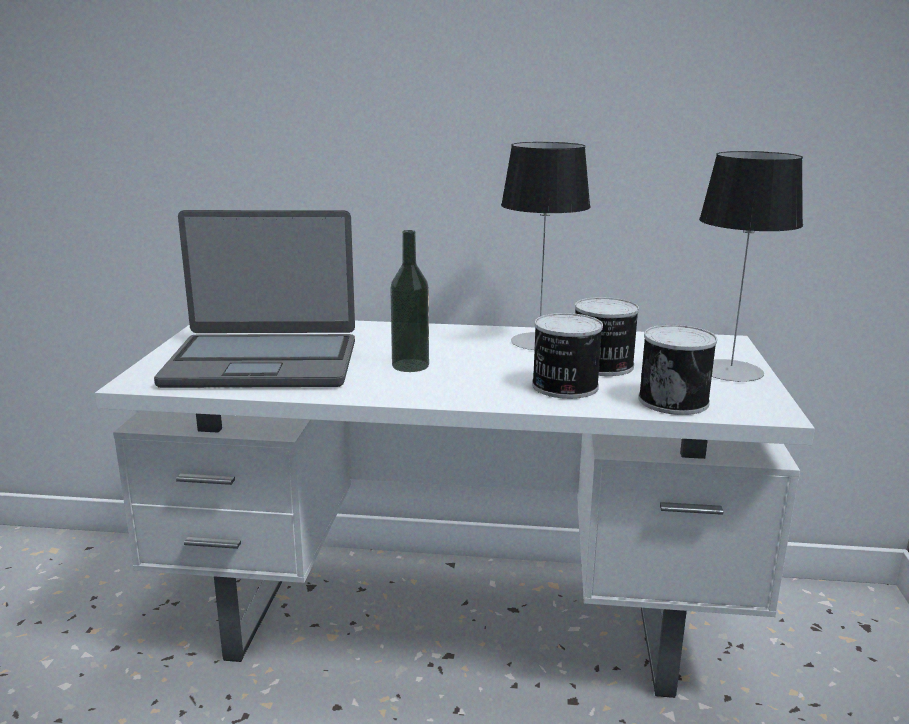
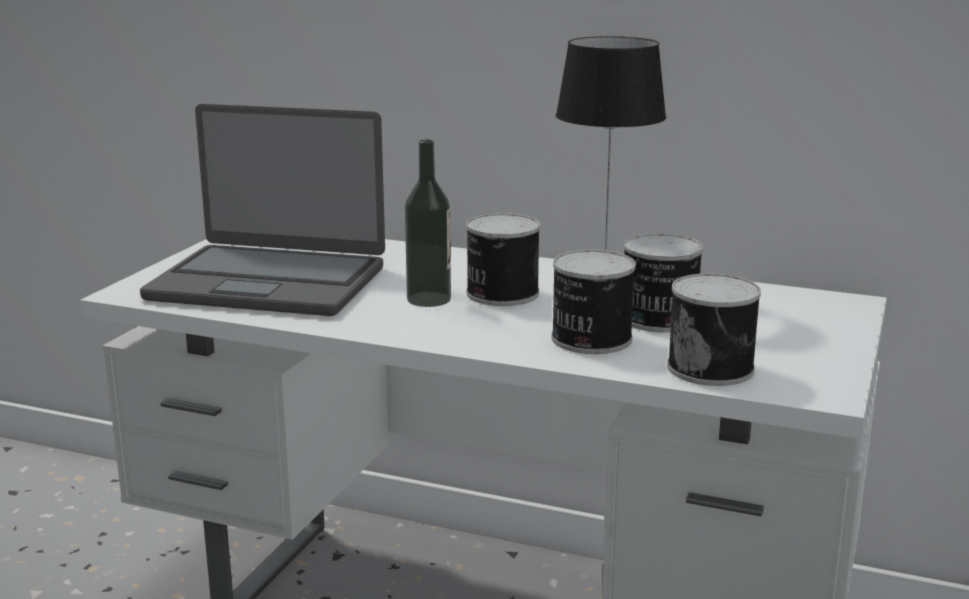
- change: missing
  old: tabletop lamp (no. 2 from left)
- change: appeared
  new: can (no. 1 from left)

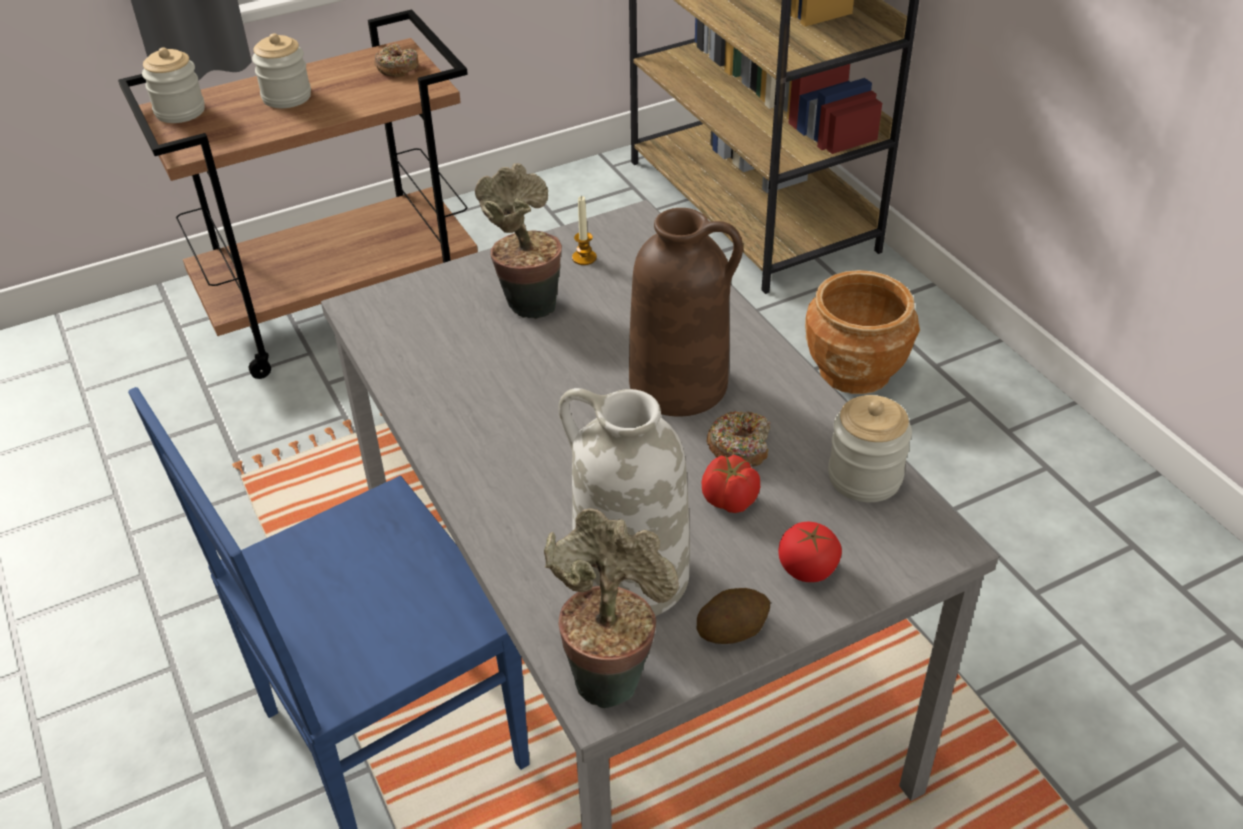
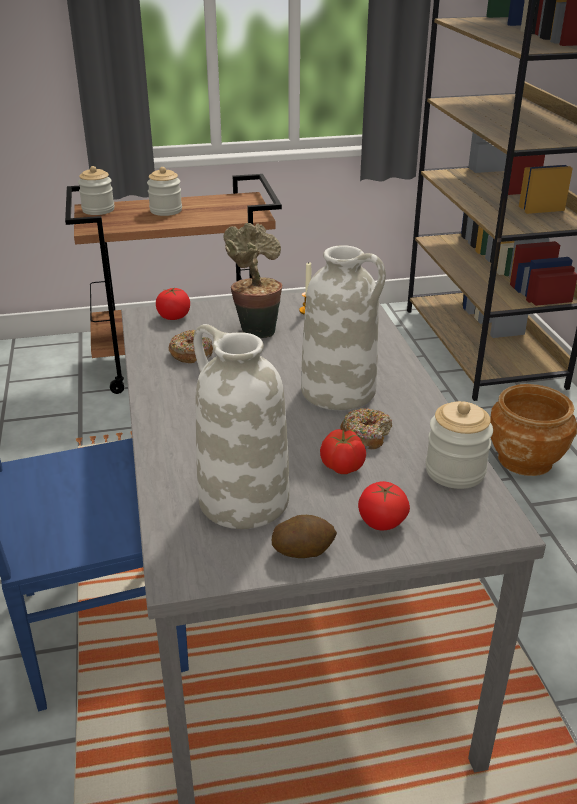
- change: missing
  old: potted plant (no. 2 from left)
- change: appeared
  new: fresh tomato (no. 1 from left)
- change: relocated
  old: ring doughnut (no. 1 from left)
- change: colour
  old: brownish decorative vase
  new: white-coloured decorative vase (no. 2 from left)

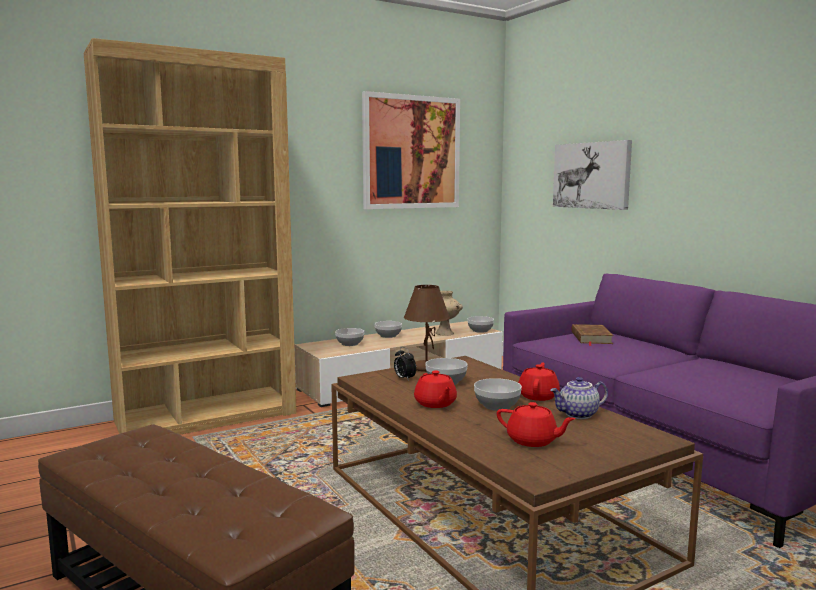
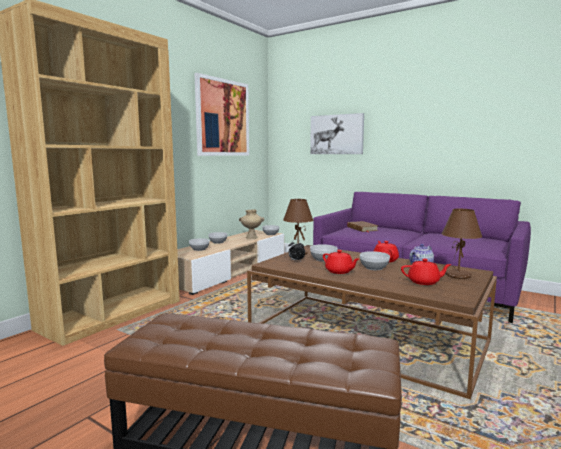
- change: appeared
  new: brownish tabletop lamp (no. 2 from left)

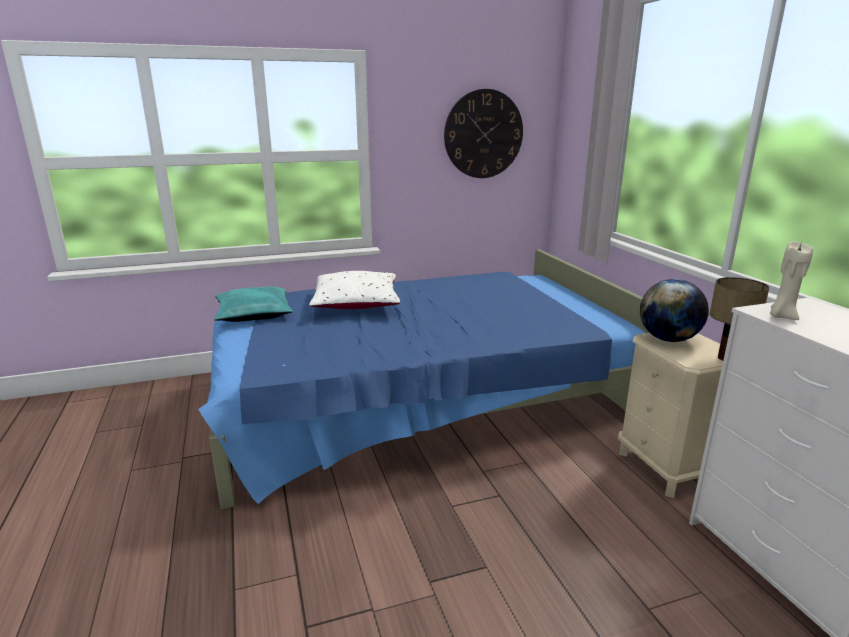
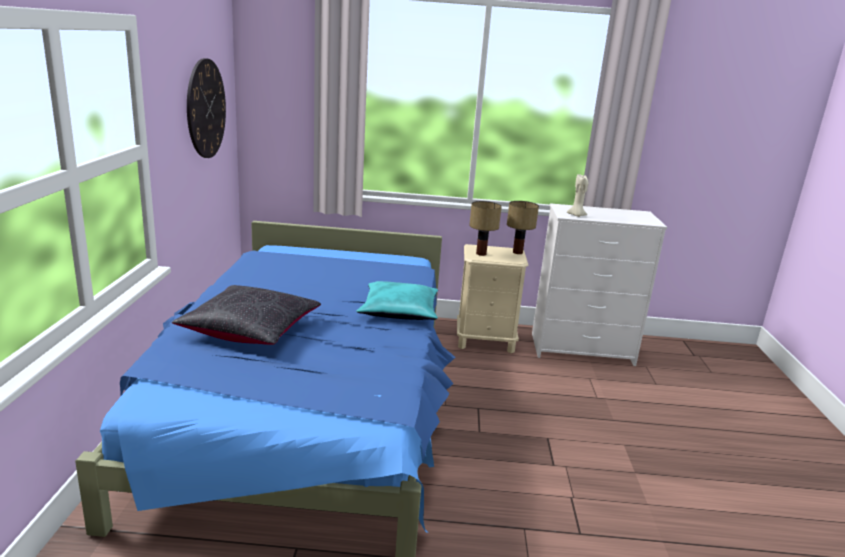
- change: relocated
  old: turquoise-coloured pillow
- change: exchanged
  old: desk globe
  new: tabletop lamp (no. 1 from left)
- change: colour
  old: white-coloured pillow
  new: black-coloured pillow

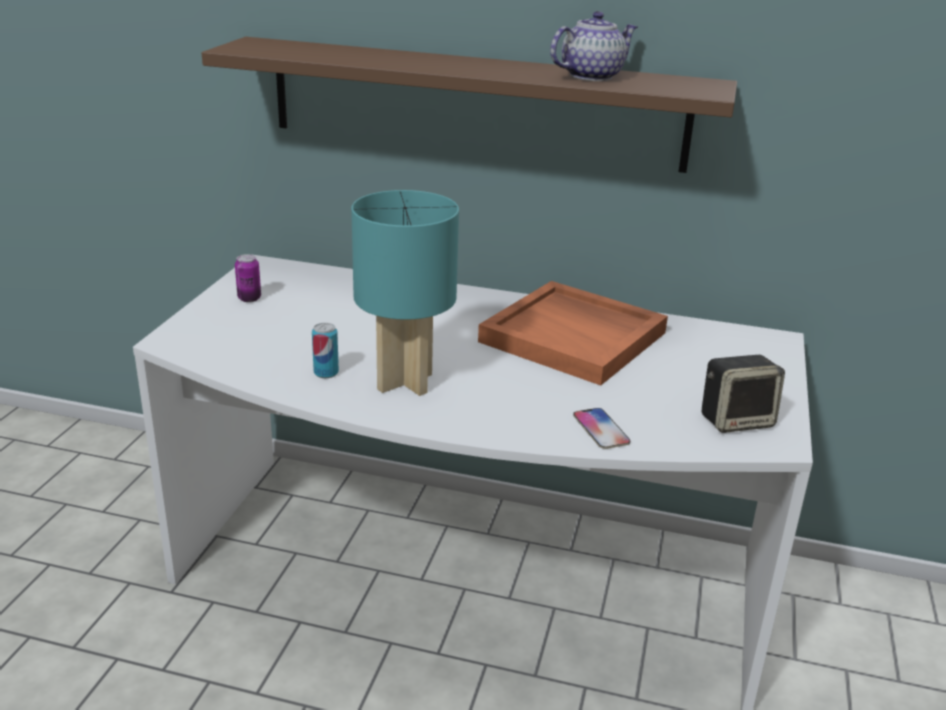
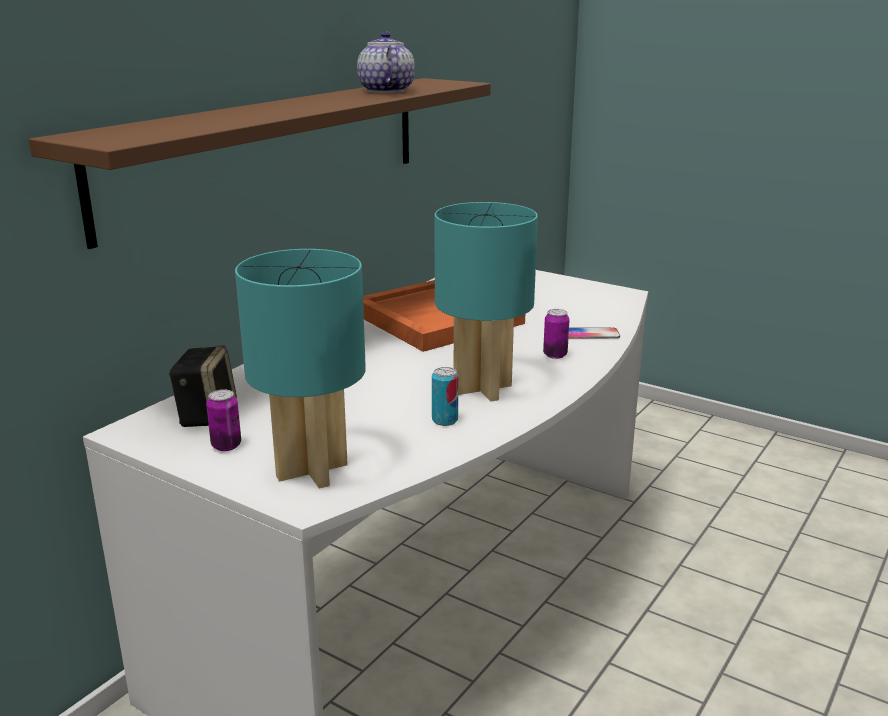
- change: appeared
  new: turquoise-coloured tabletop lamp (no. 1 from left)
- change: appeared
  new: can (no. 3 from left)
- change: relocated
  old: loudspeaker

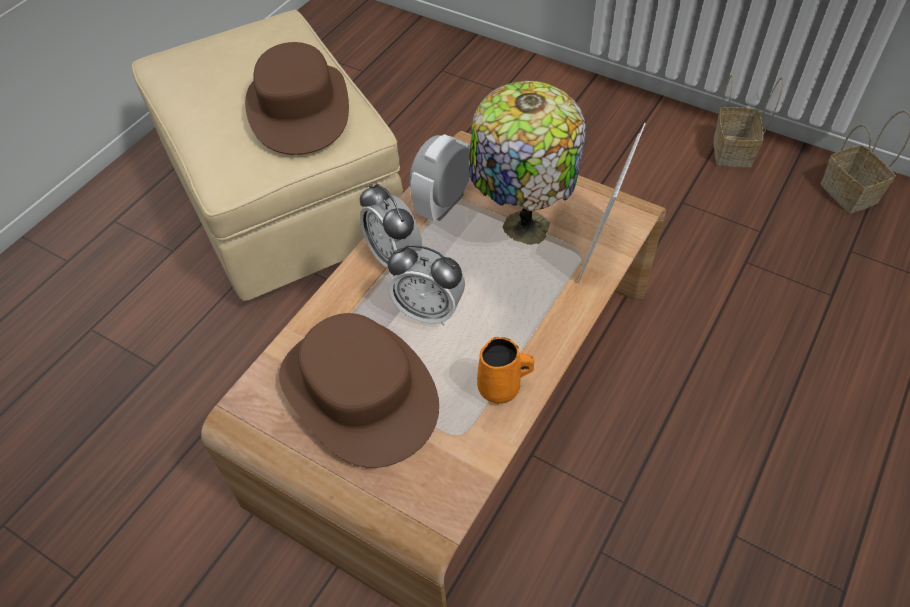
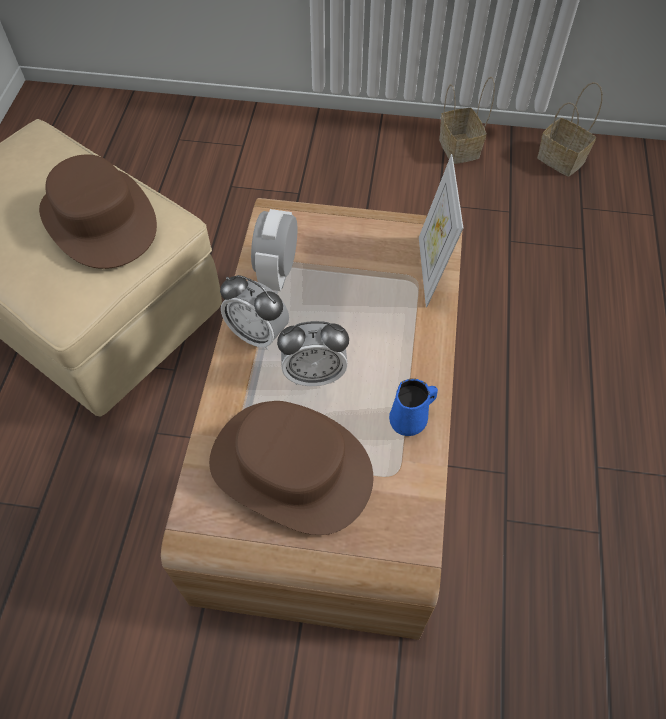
- change: missing
  old: tabletop lamp
- change: colour
  old: orangey coffee mug
  new: blue-coloured coffee mug

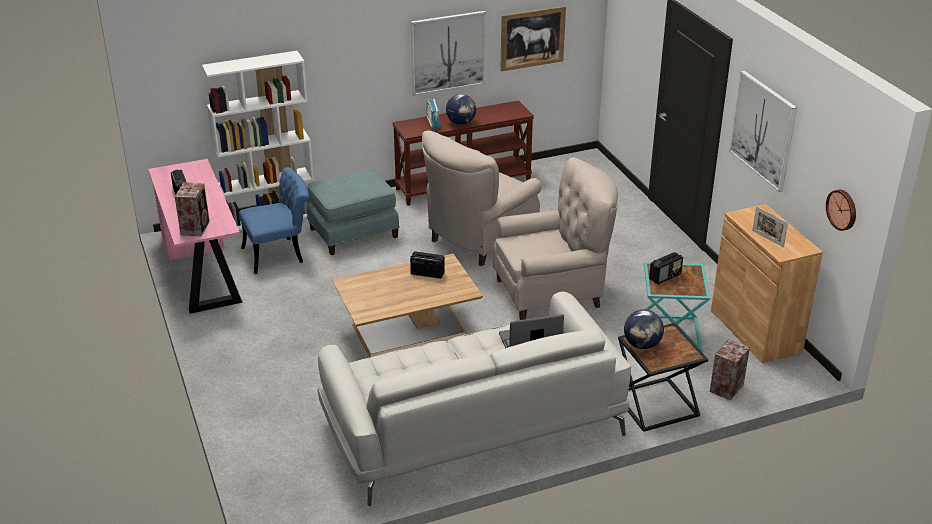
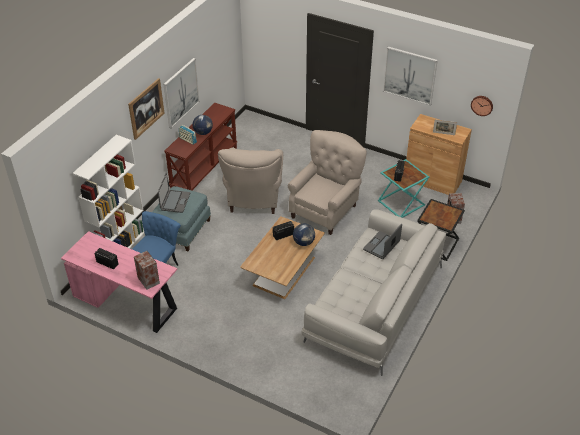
- change: appeared
  new: portable computer (no. 1 from left)
- change: relocated
  old: wall picture (no. 2 from left in the first image)
  new: wall picture (no. 1 from left)
- change: relocated
  old: desk globe (no. 2 from left)

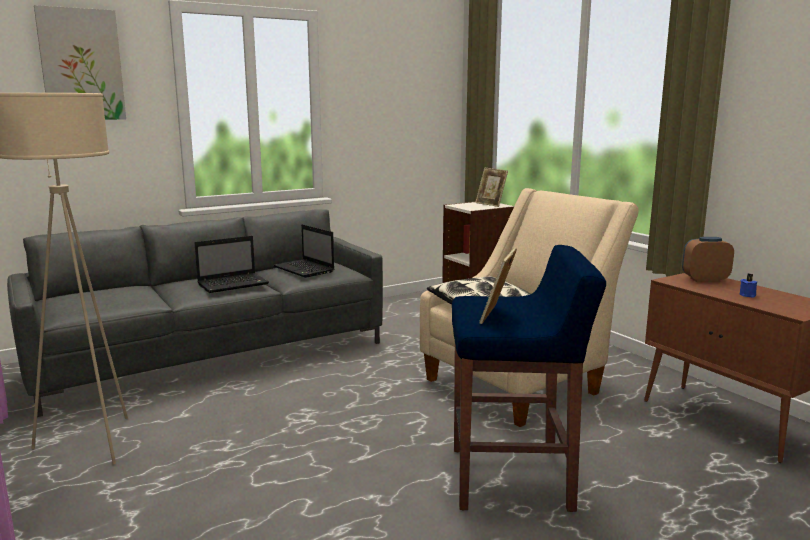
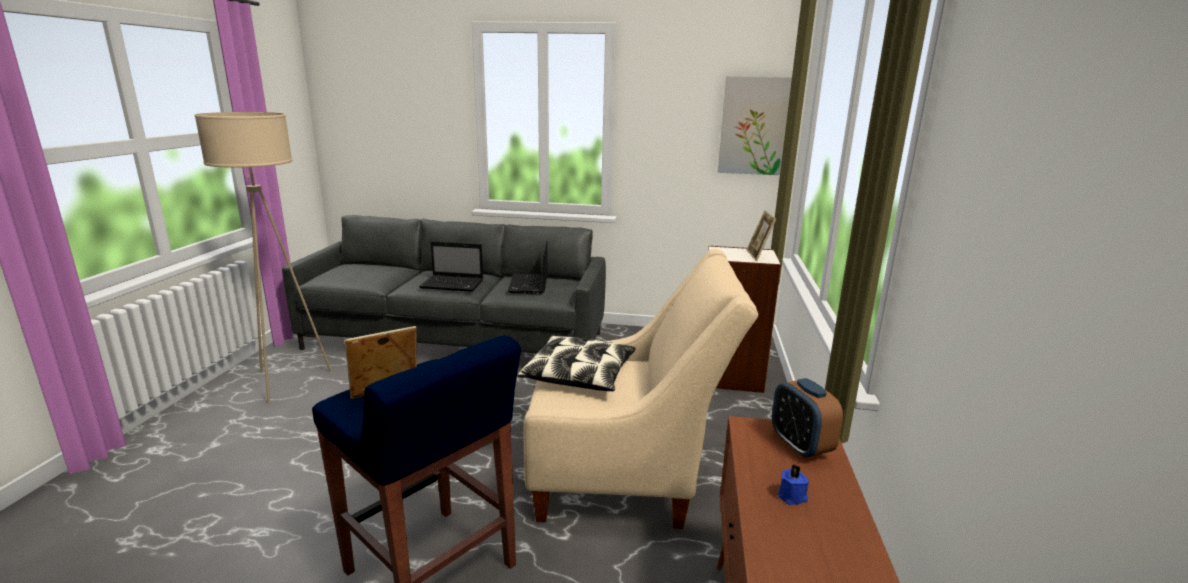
- change: relocated
  old: wall picture
- change: spun
  old: alarm clock
  degrees: -150

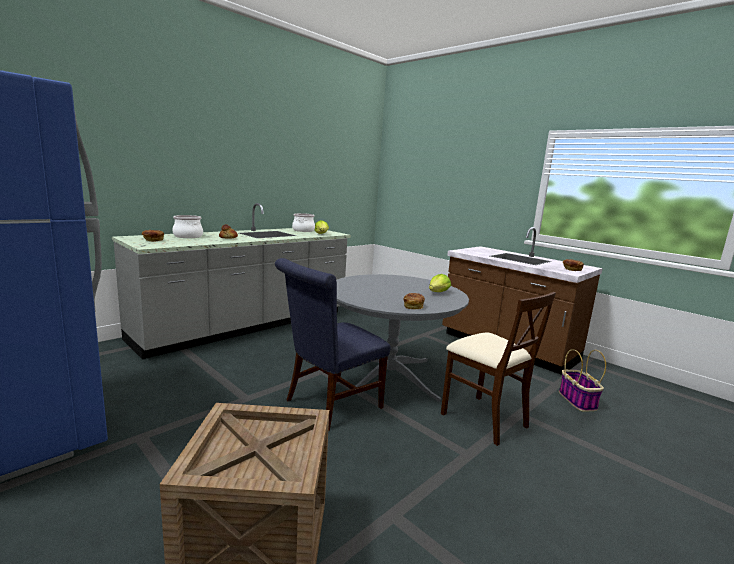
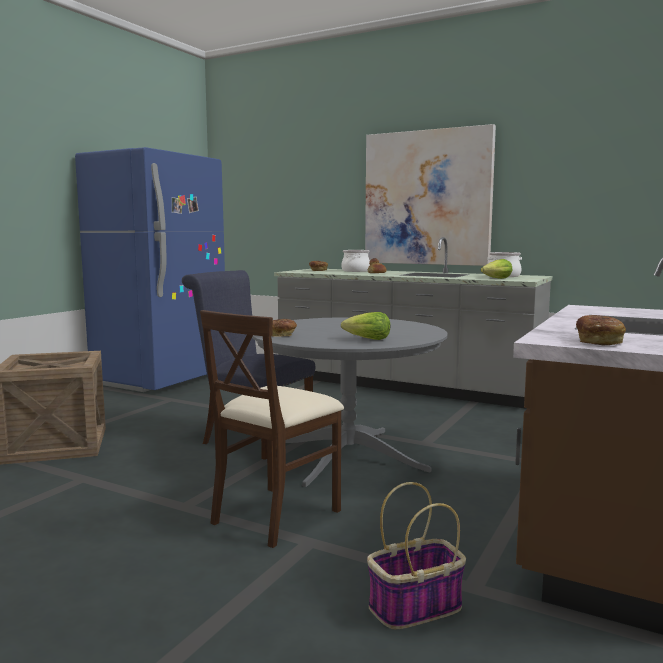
- change: appeared
  new: wall picture

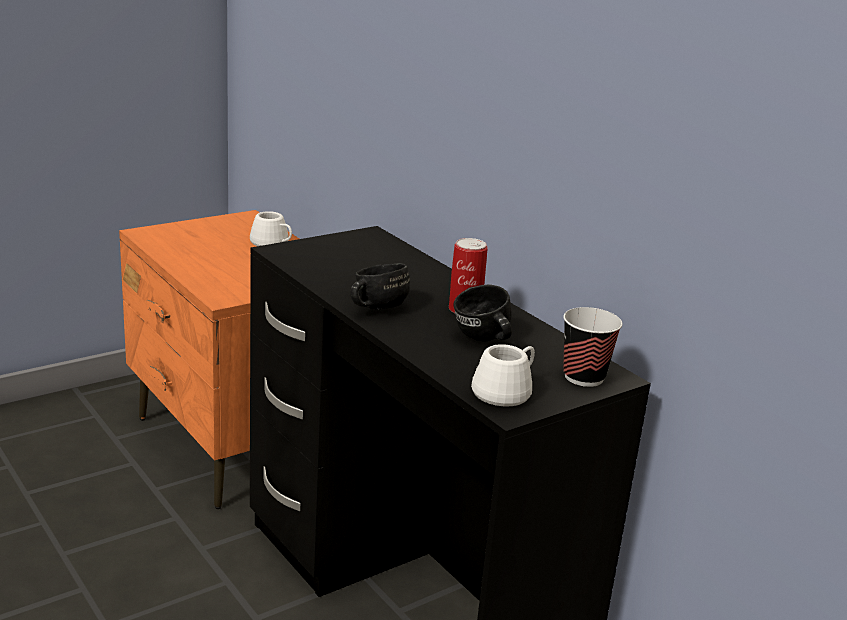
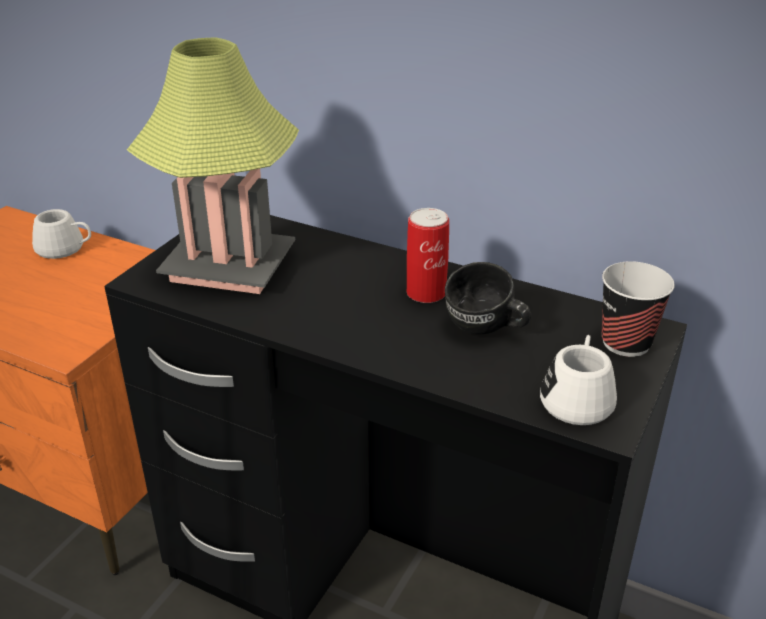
- change: missing
  old: black-coloured coffee mug (no. 1 from left)
- change: appeared
  new: tabletop lamp

